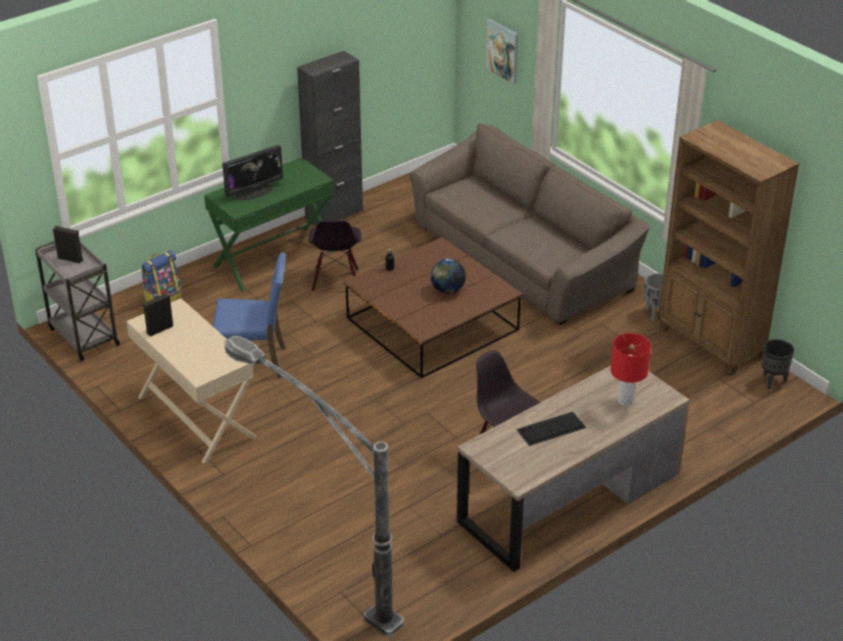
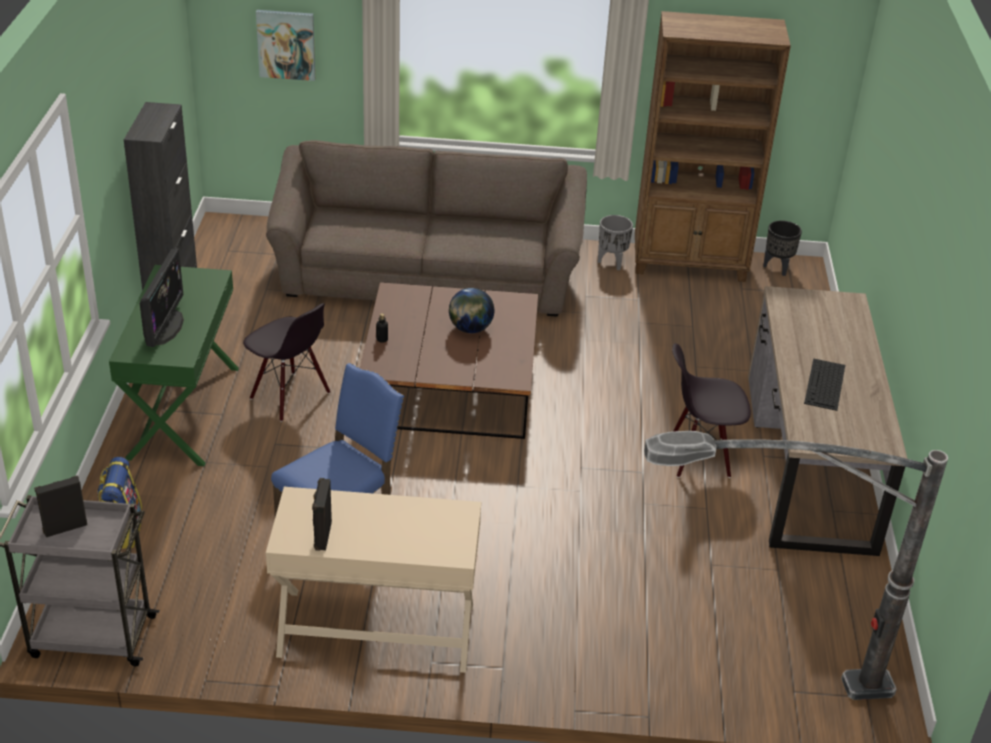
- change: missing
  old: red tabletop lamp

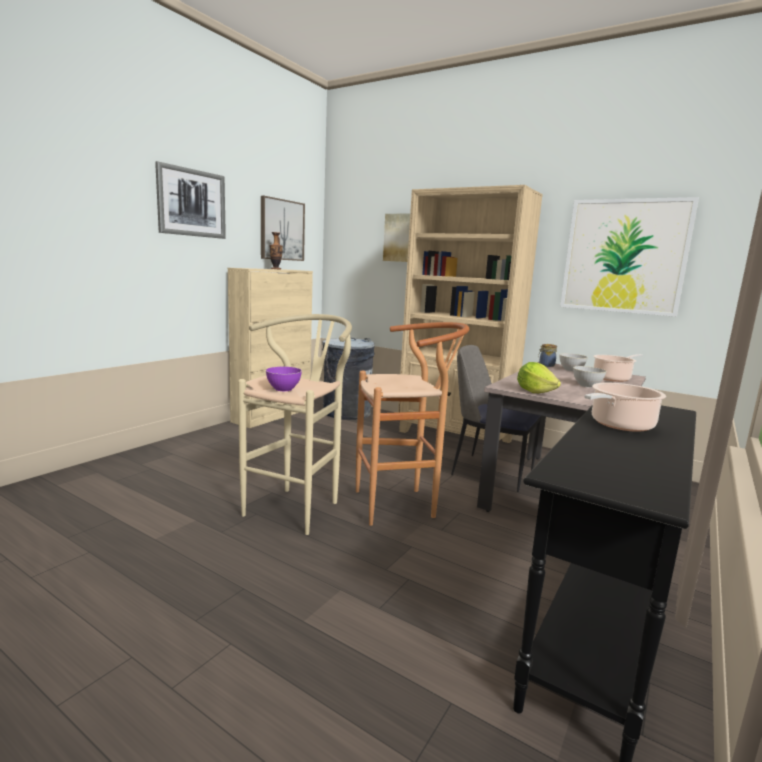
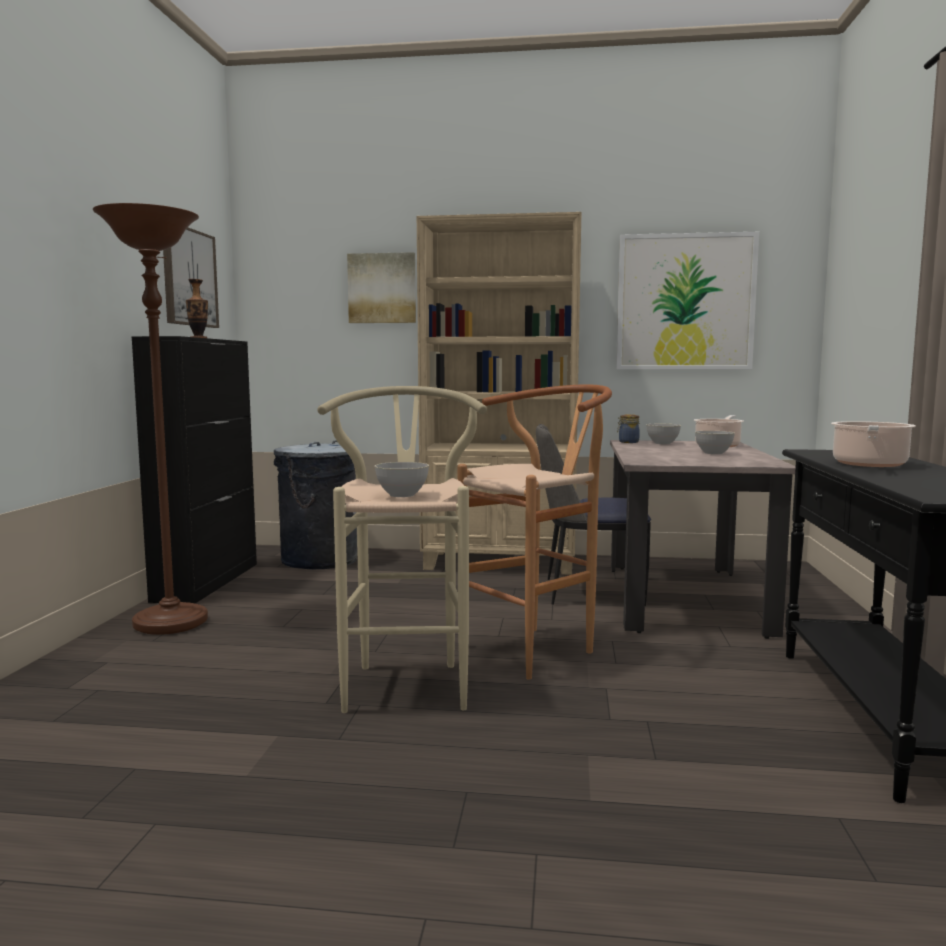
- change: missing
  old: wall picture (no. 1 from left)
- change: missing
  old: head of lettuce
- change: appeared
  new: brownish floor lamp
- change: colour
  old: beige-coloured storage cabinet
  new: black-coloured storage cabinet
- change: colour
  old: purple serving bowl
  new: greyish serving bowl (no. 1 from left)

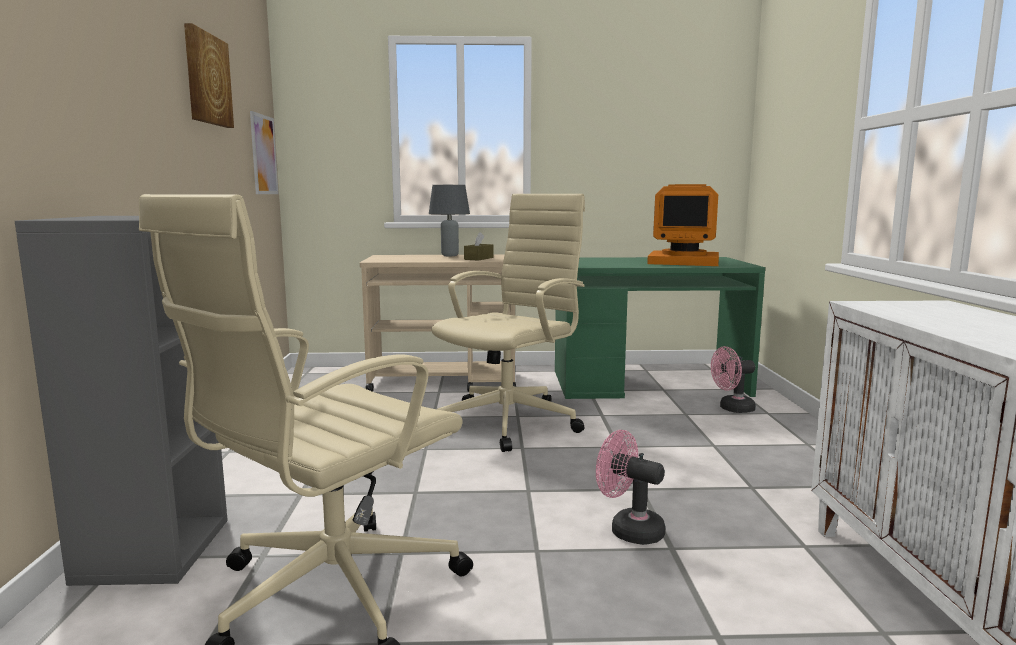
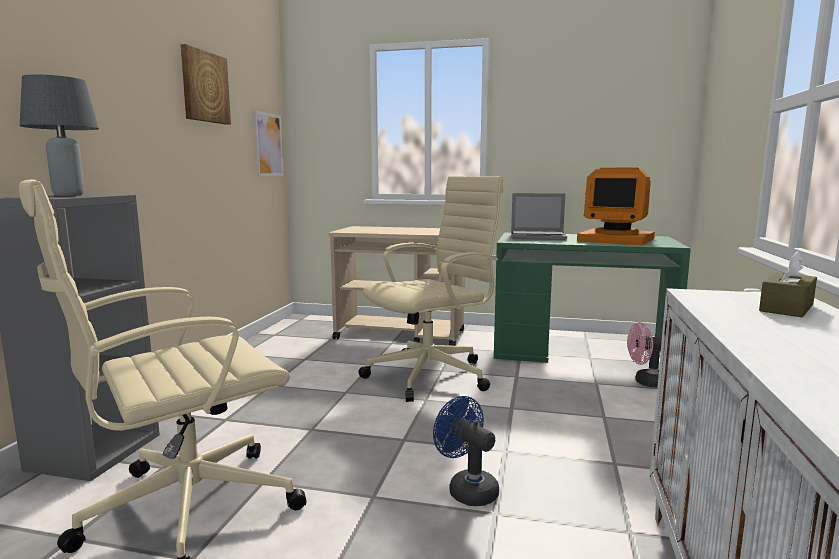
- change: appeared
  new: portable computer
- change: relocated
  old: greyish tabletop lamp
- change: relocated
  old: brownish box of tissues
- change: colour
  old: pink electric fan (no. 1 from left)
  new: blue-coloured electric fan

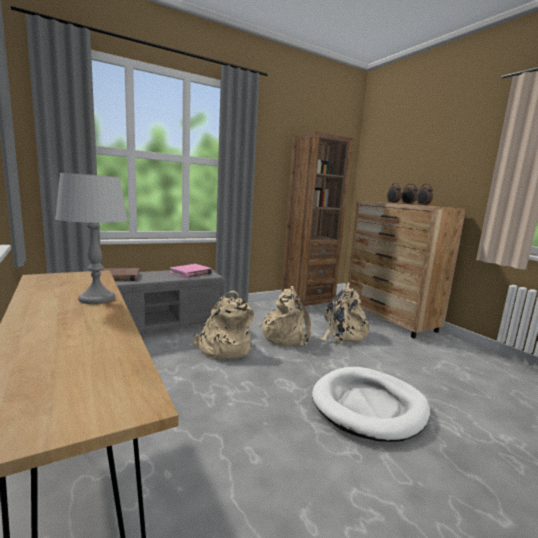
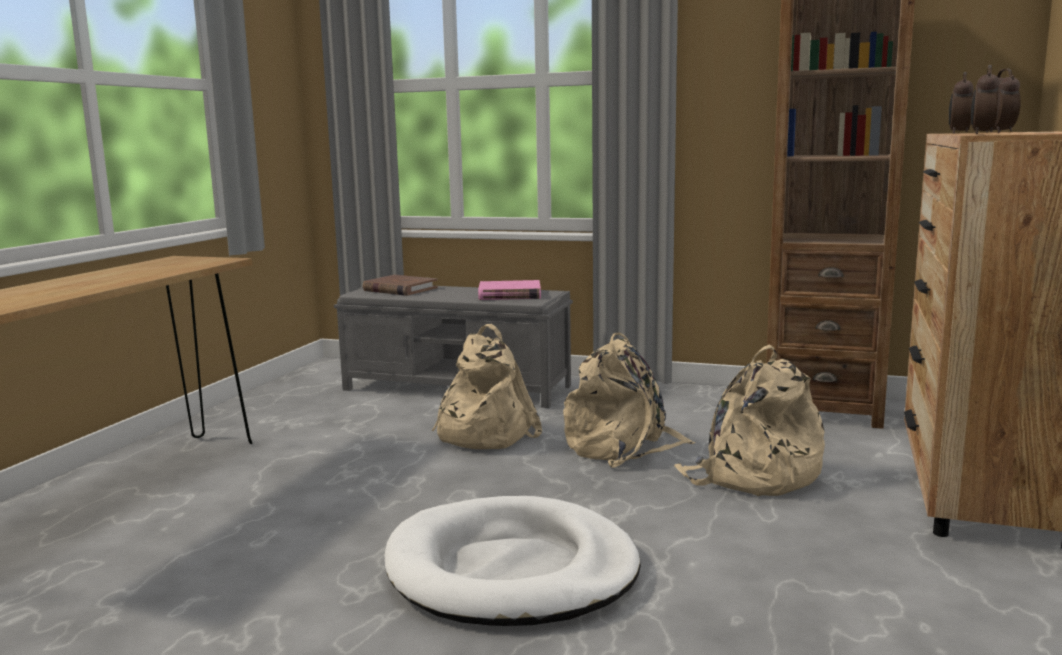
- change: missing
  old: greyish tabletop lamp

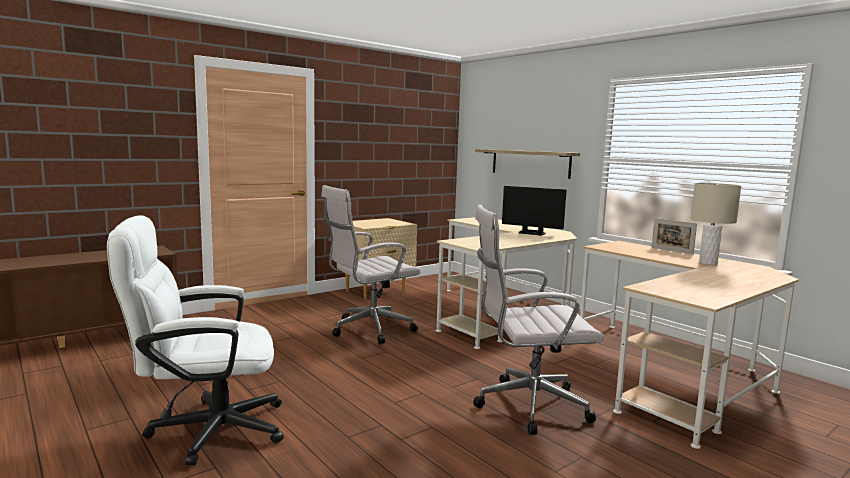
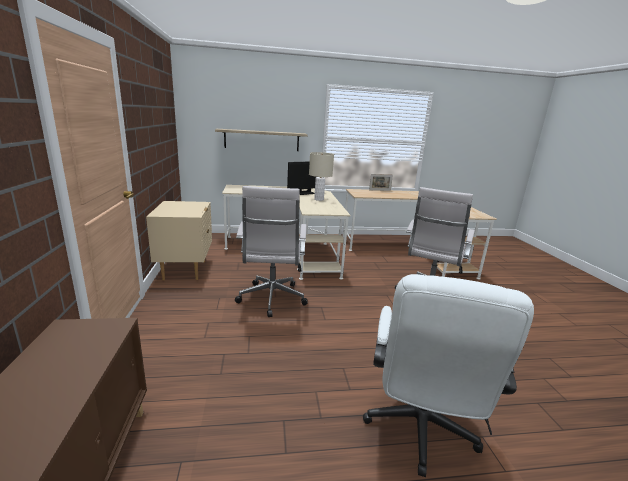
- change: relocated
  old: beige-coloured tabletop lamp

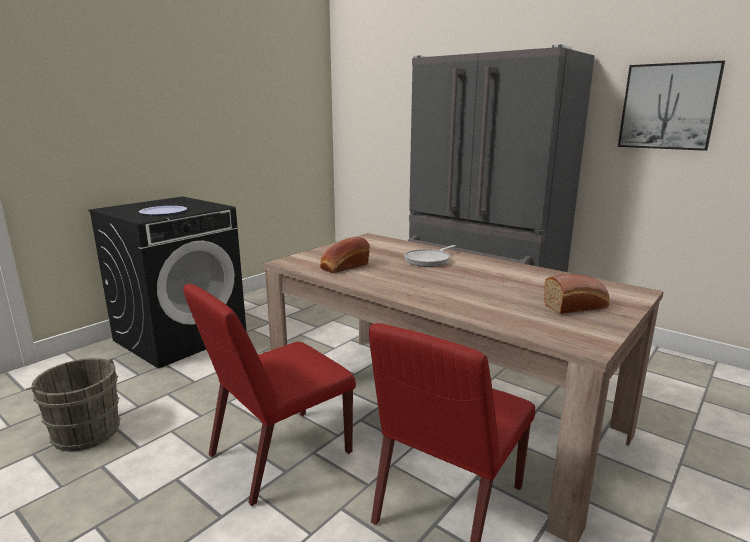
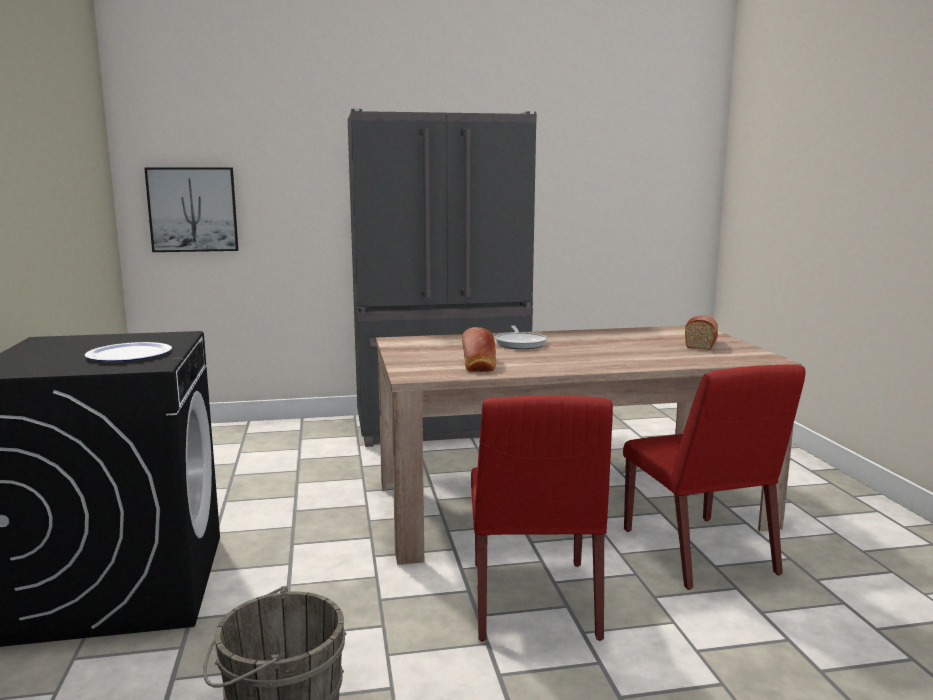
- change: relocated
  old: wall picture

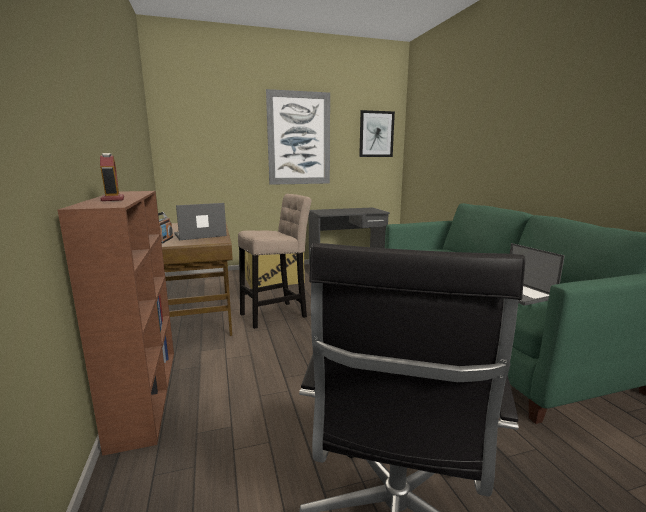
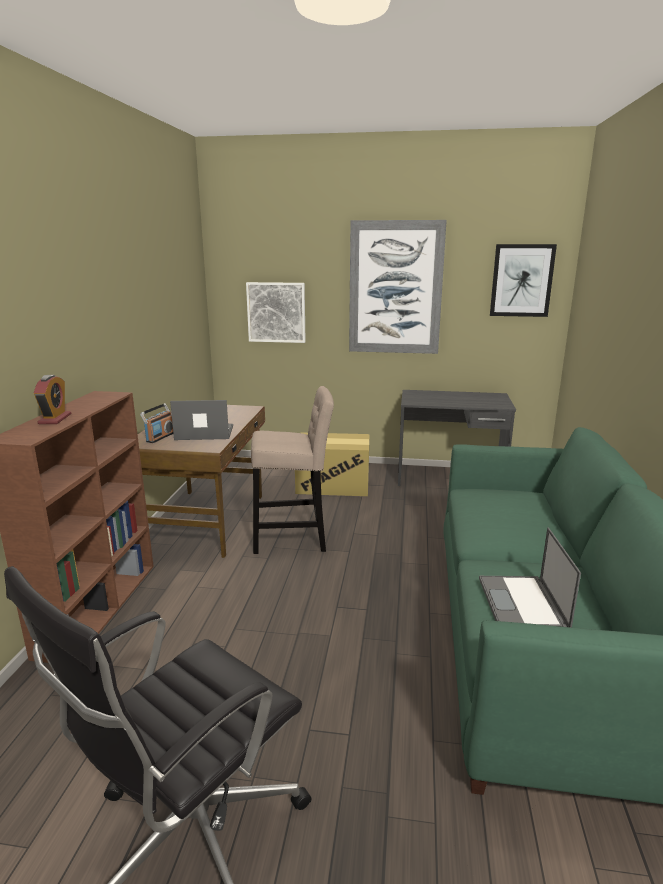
- change: appeared
  new: wall picture (no. 1 from left)

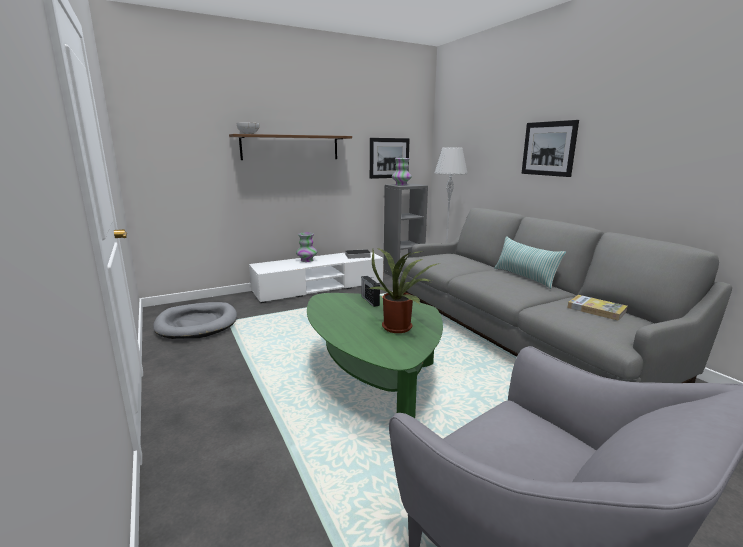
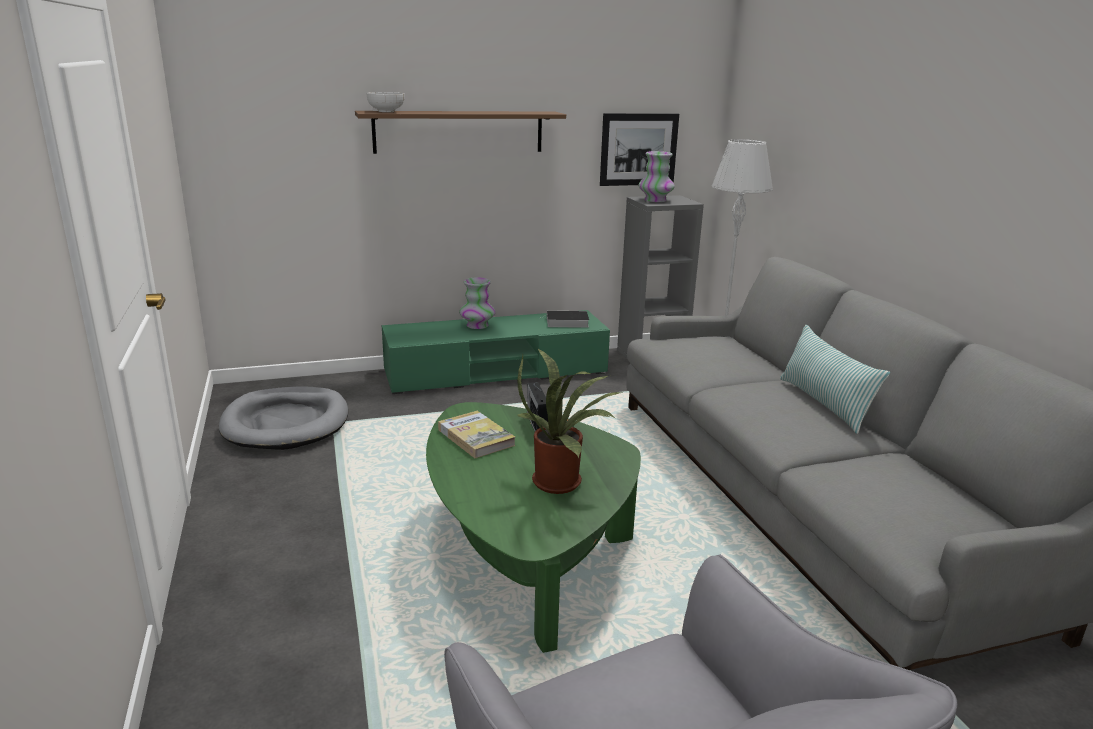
- change: missing
  old: wall picture (no. 2 from left)
- change: relocated
  old: bound book (no. 2 from left in the first image)
  new: bound book (no. 1 from left)
- change: colour
  old: white-coloured media console
  new: green media console

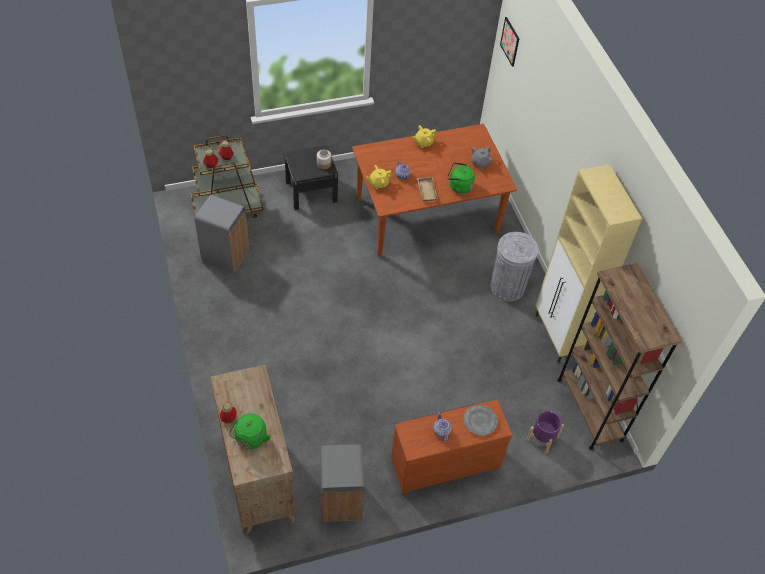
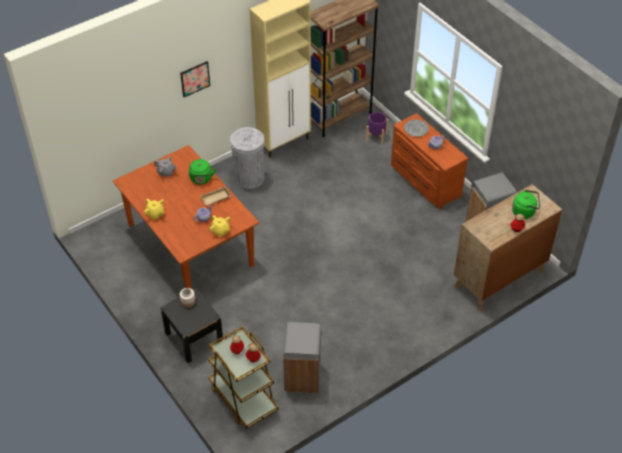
- change: relocated
  old: wall picture

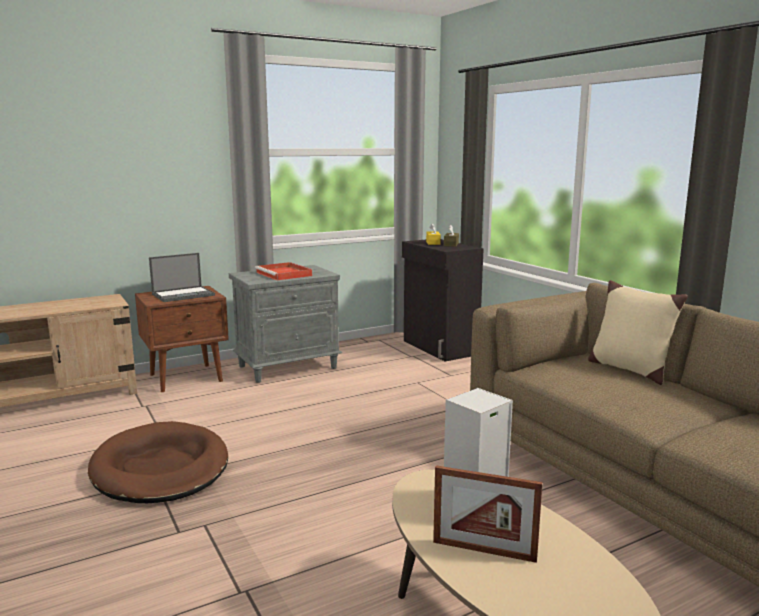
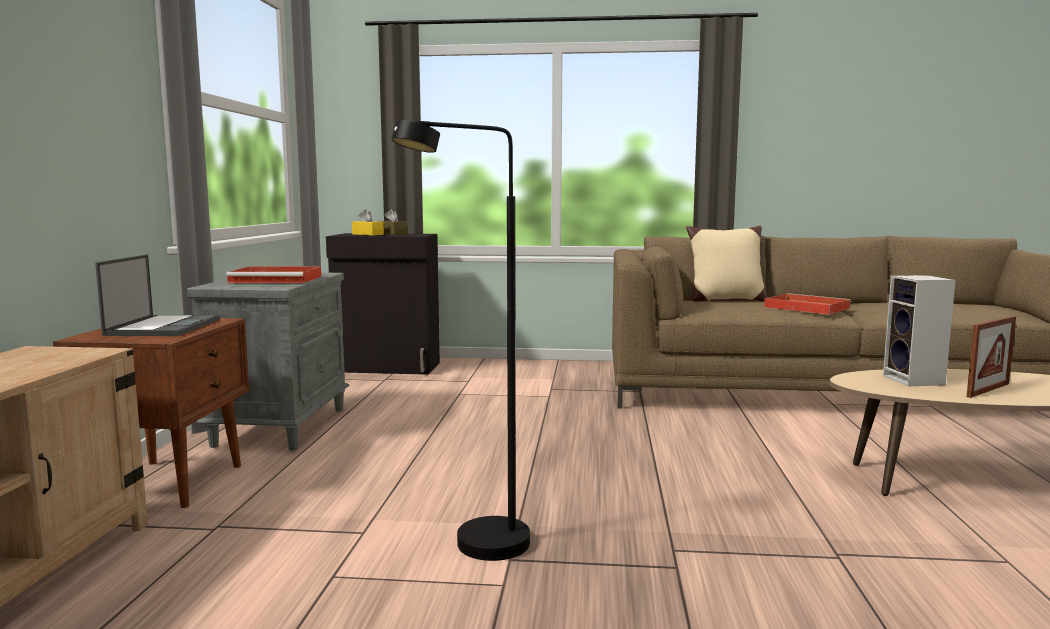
- change: appeared
  new: red serving tray (no. 2 from left)
- change: exchanged
  old: brownish dog cushion
  new: black-coloured floor lamp

